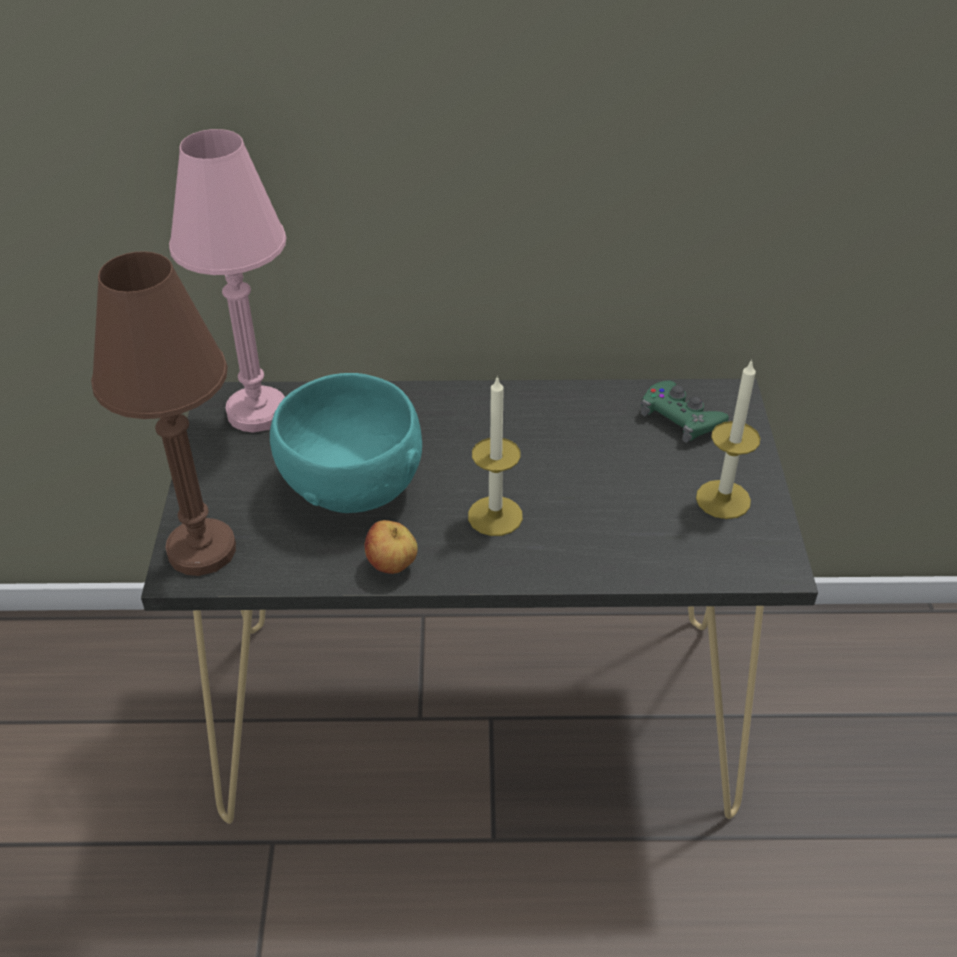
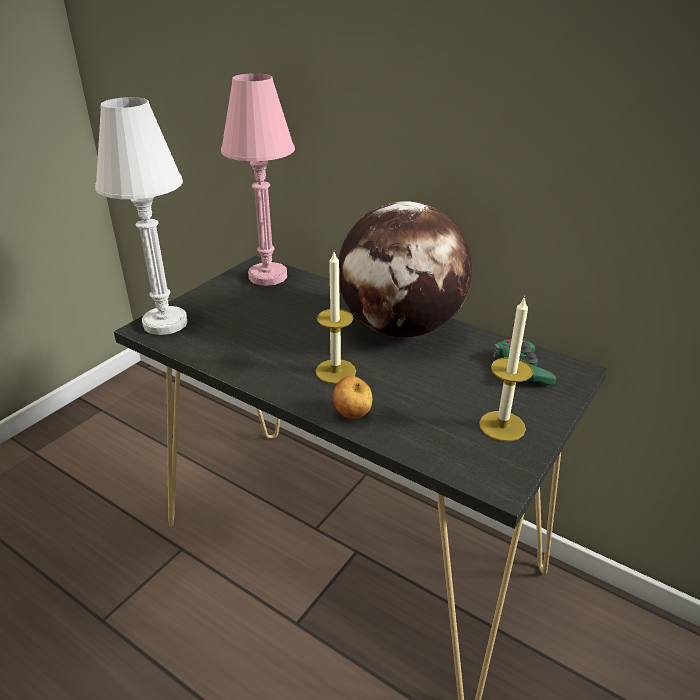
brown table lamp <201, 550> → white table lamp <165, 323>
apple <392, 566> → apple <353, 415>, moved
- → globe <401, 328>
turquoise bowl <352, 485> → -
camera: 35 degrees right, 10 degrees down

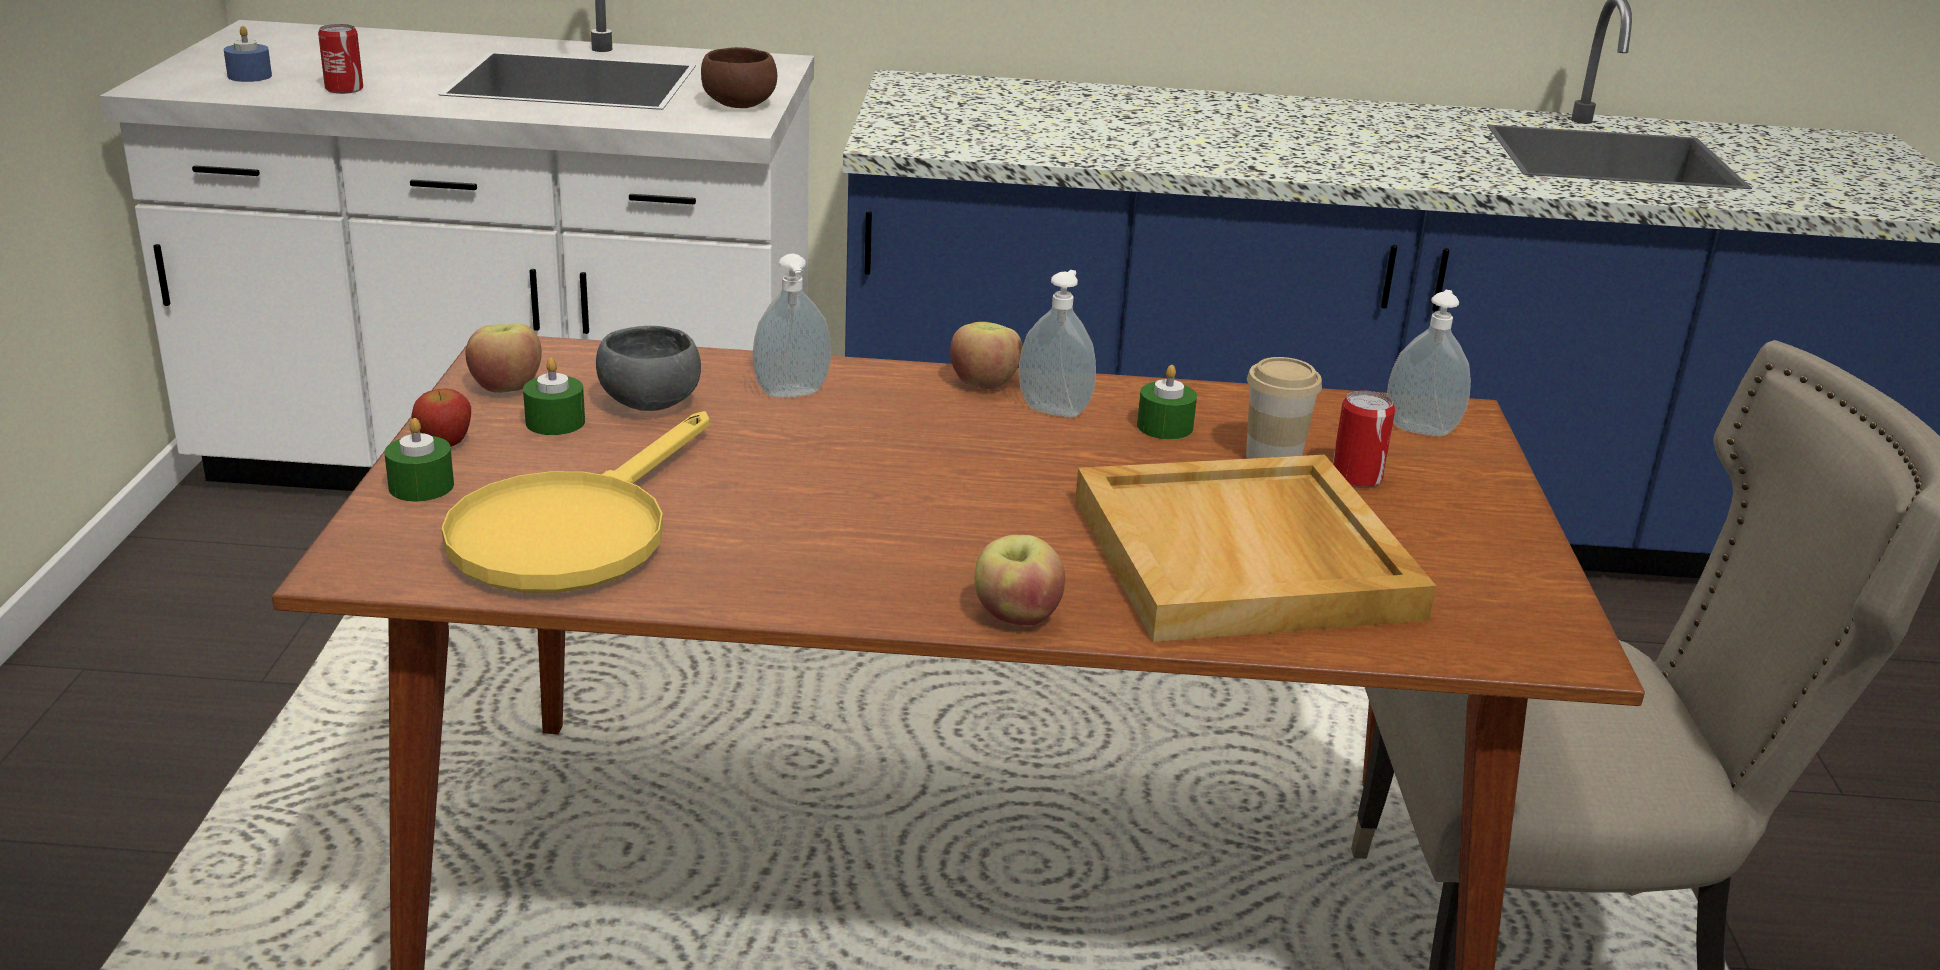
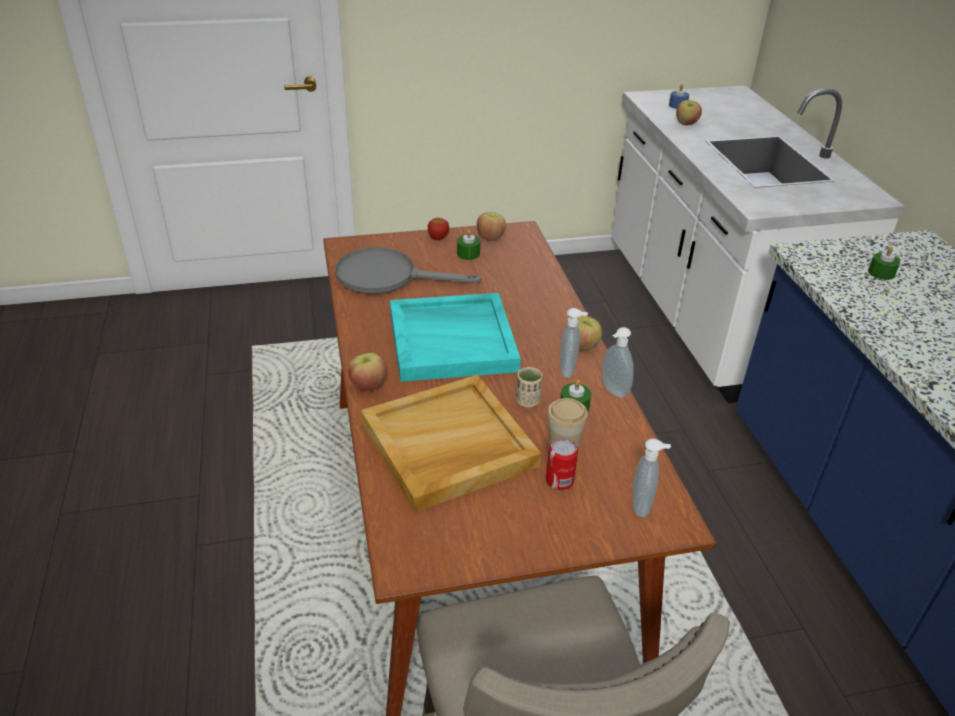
yellow frying pan <574, 530> → grey frying pan <387, 277>
- → turquoise tray <453, 340>
- → beige cup <527, 401>
soap dispenser <792, 395> → soap dispenser <612, 391>, moved
can <344, 89> → apple <686, 123>
green candle <421, 486> → green candle <881, 273>, moved
grey bowl <649, 405> → -
brown bowl <738, 104> → -
camera: 75 degrees right, 10 degrees up

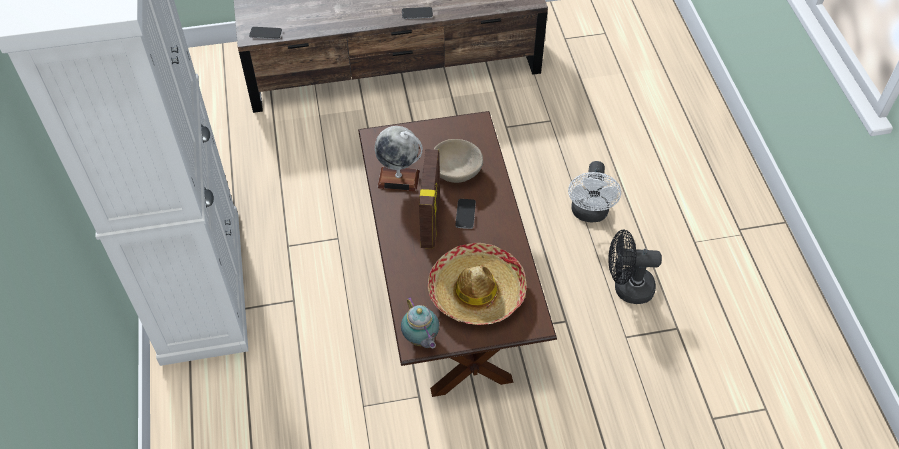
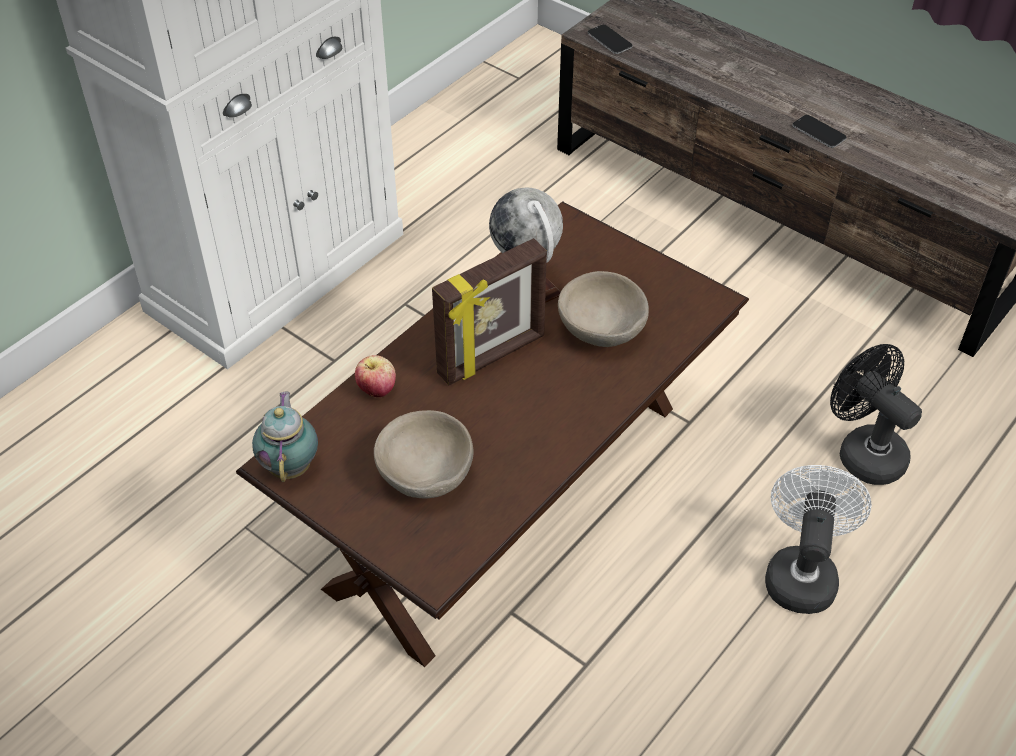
teapot <421, 339> → teapot <291, 465>, 150 degrees clockwise
- → apple <377, 390>
hat <477, 291> → beige bowl <424, 475>
white fan <589, 214> → white fan <801, 573>, 135 degrees clockwise
black fan <626, 287> → black fan <863, 451>, moved
phone <465, 214> → -
camera: 50 degrees right, 5 degrees down

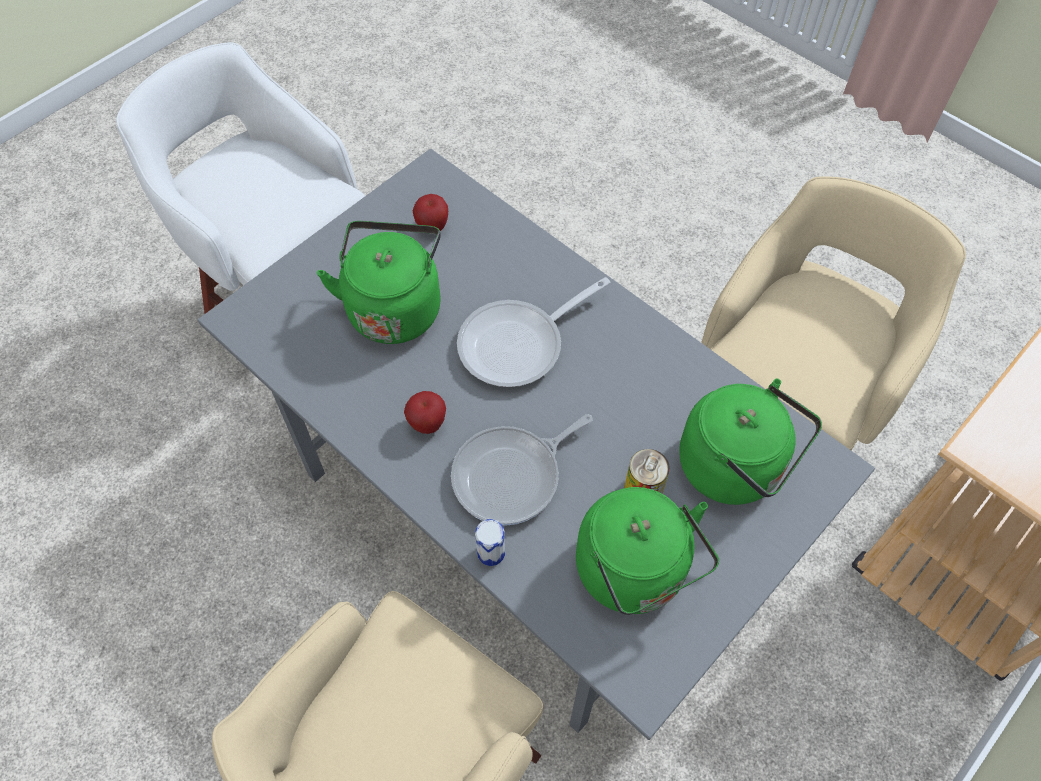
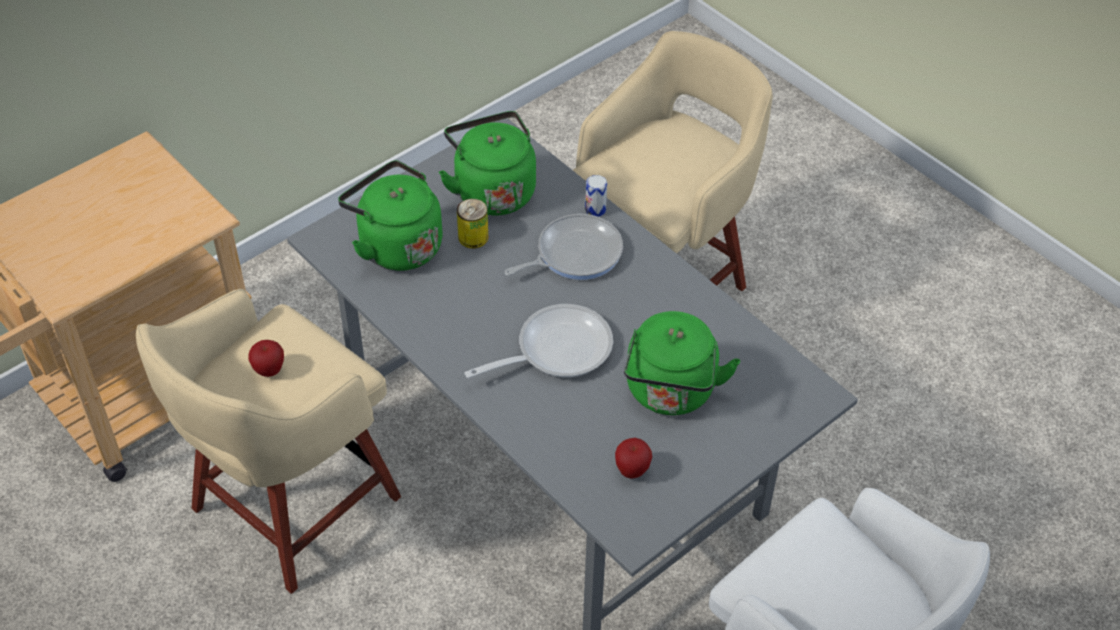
apple <427, 424> → apple <269, 370>, moved
camera: 175 degrees left, 10 degrees down

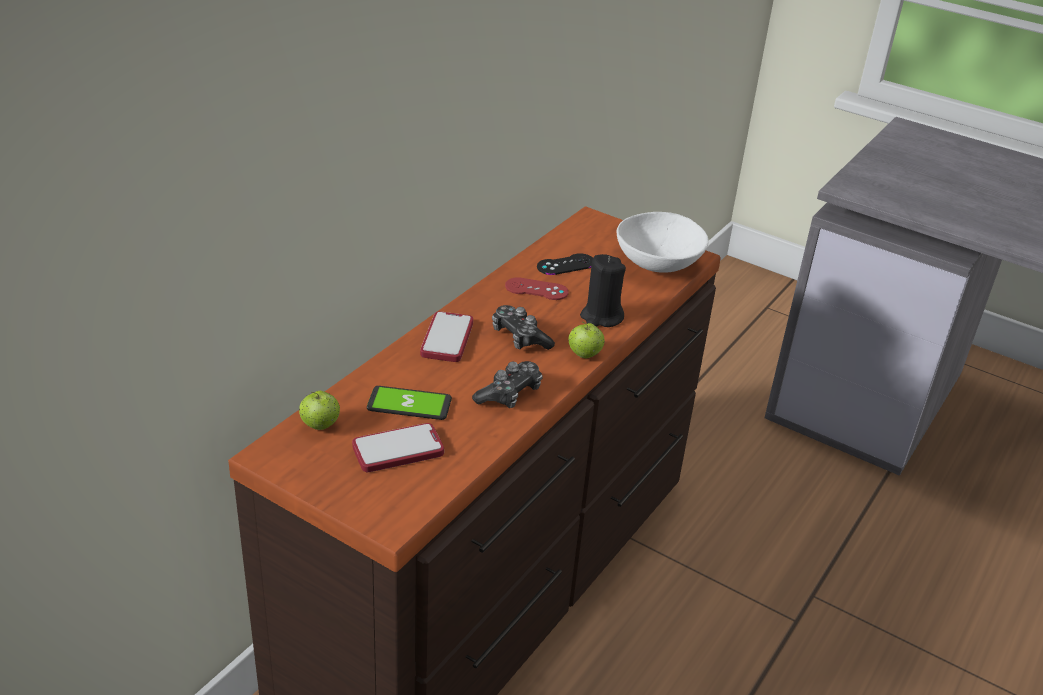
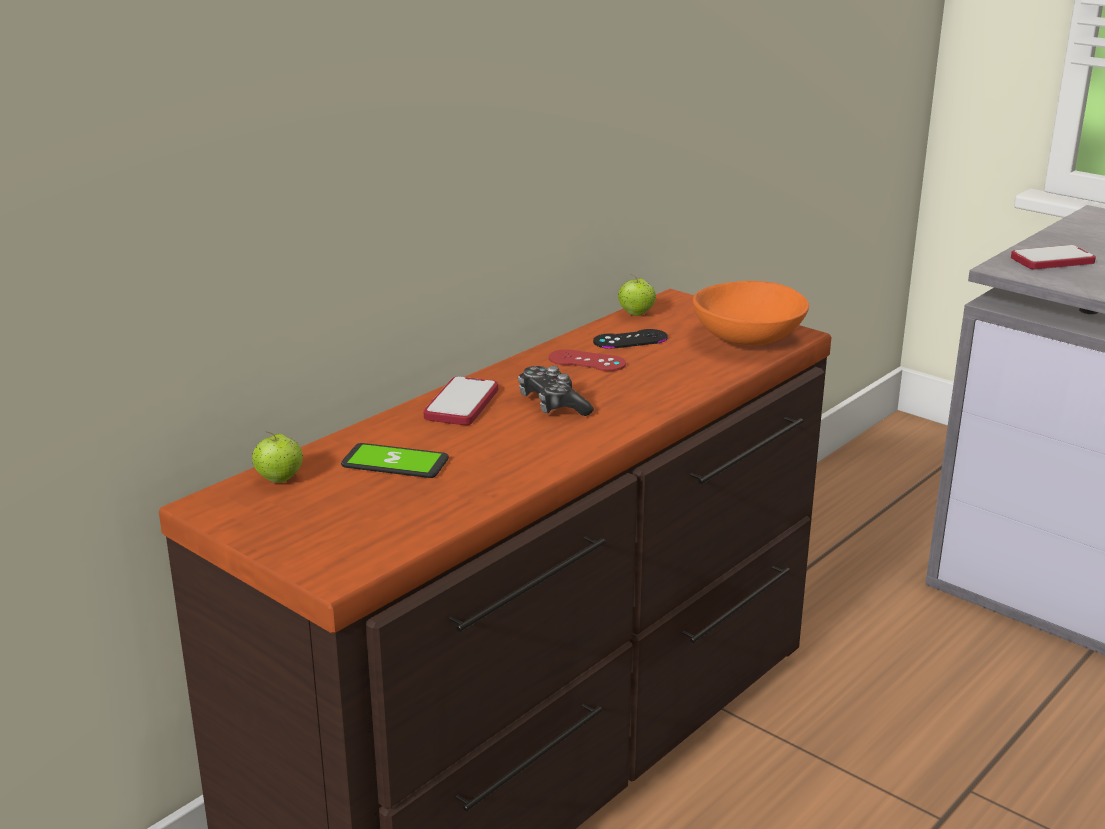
apple <584, 355> → apple <636, 314>, moved
white bowl <657, 263> → orange bowl <747, 339>
phone <398, 450> → phone <1052, 260>, moved
game controller <509, 394> → -
black candle <601, 317> → -
camera: 10 degrees right, 10 degrees down

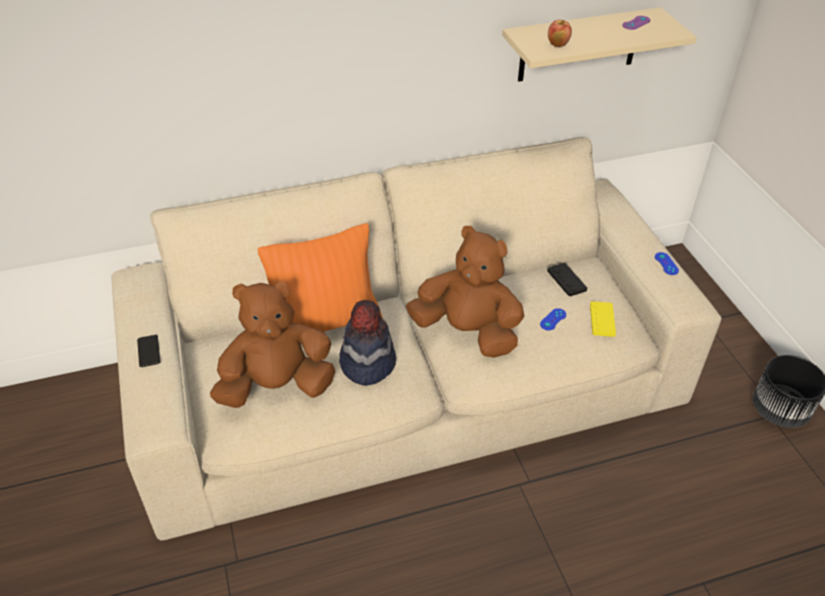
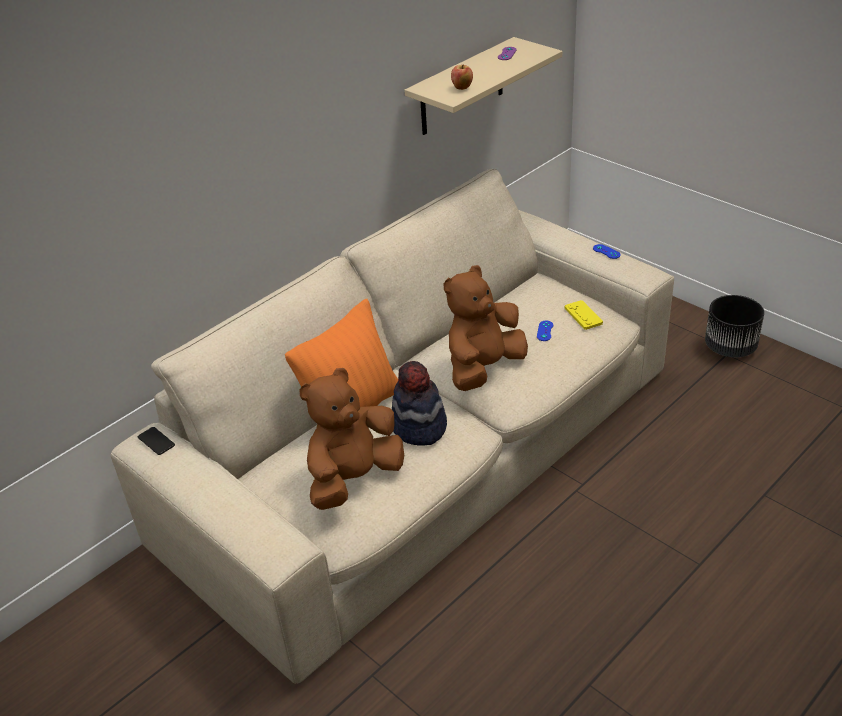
phone <148, 351> → phone <156, 441>, moved
brown plush toy <467, 332> → brown plush toy <483, 368>, 45 degrees counterclockwise
black game controller <566, 280> → -
camera: 25 degrees left, 5 degrees down

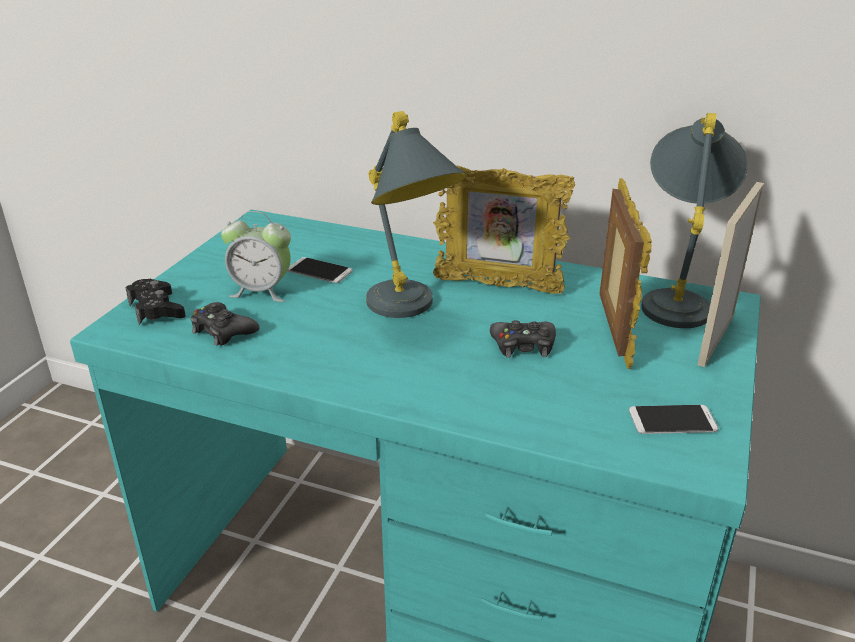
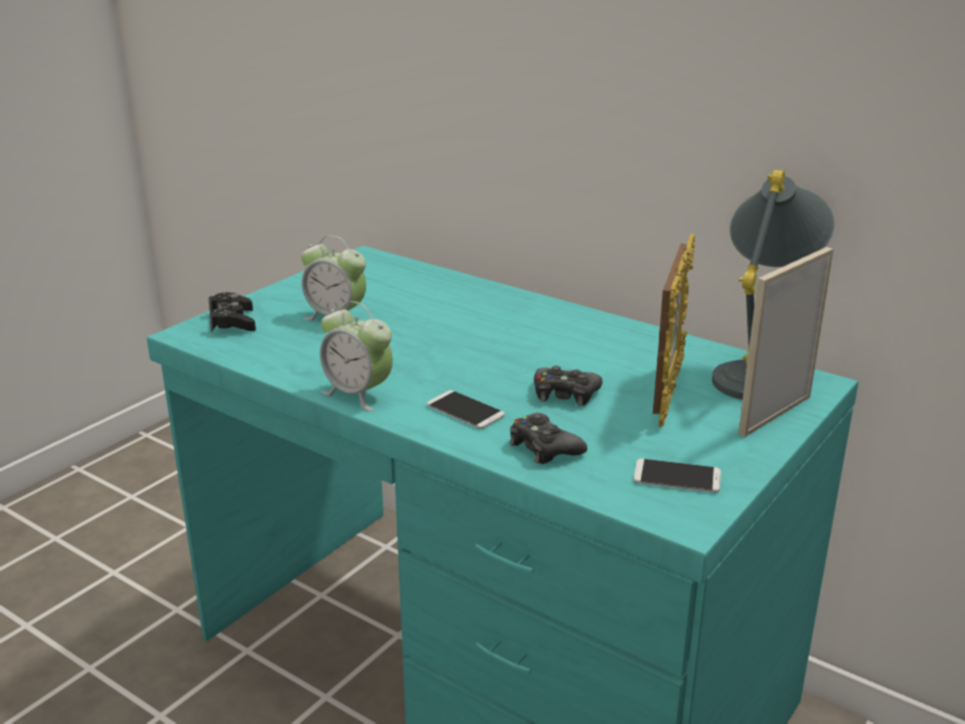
- → alarm clock <358, 394>
phone <319, 271> → phone <465, 410>, moved
black game controller <223, 331> → black game controller <544, 448>, moved
grey table lamp <410, 312> → -
picture frame <497, 286> → -
camera: 15 degrees right, 5 degrees down

